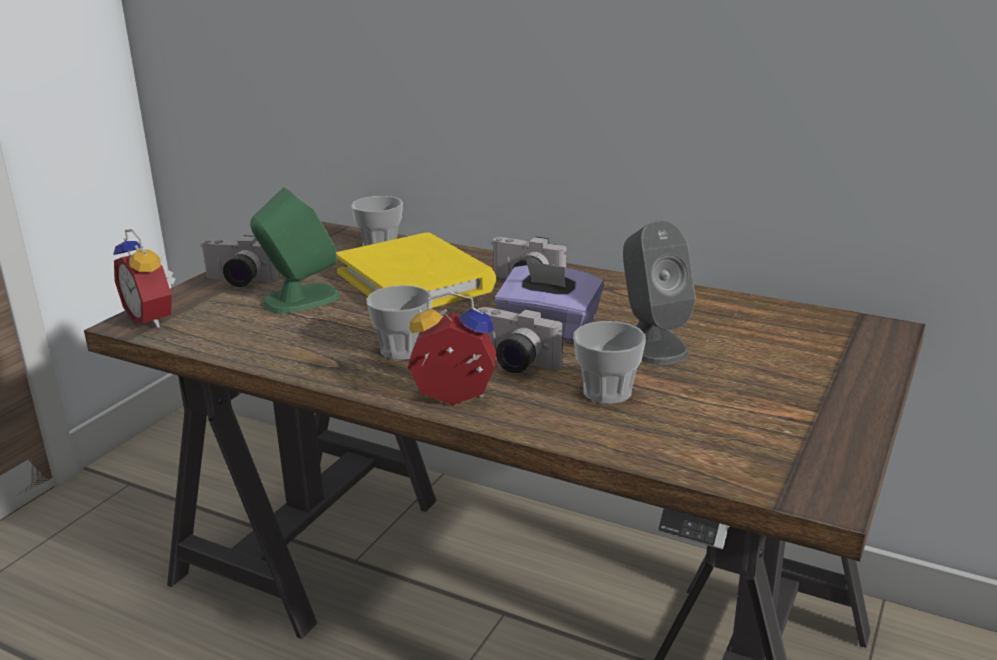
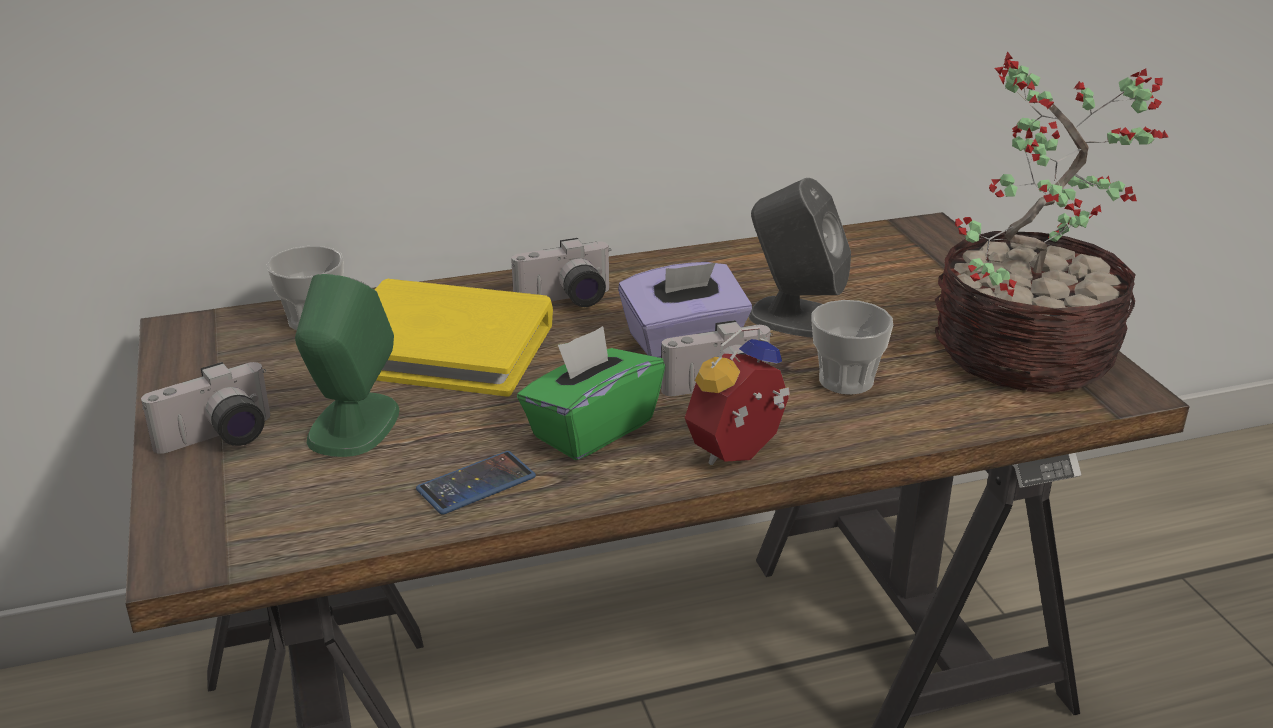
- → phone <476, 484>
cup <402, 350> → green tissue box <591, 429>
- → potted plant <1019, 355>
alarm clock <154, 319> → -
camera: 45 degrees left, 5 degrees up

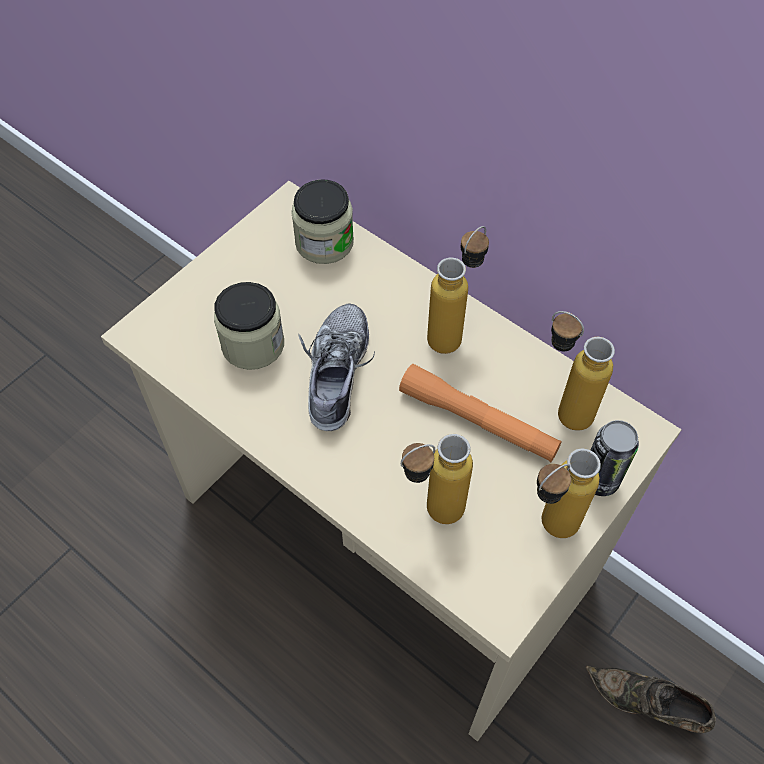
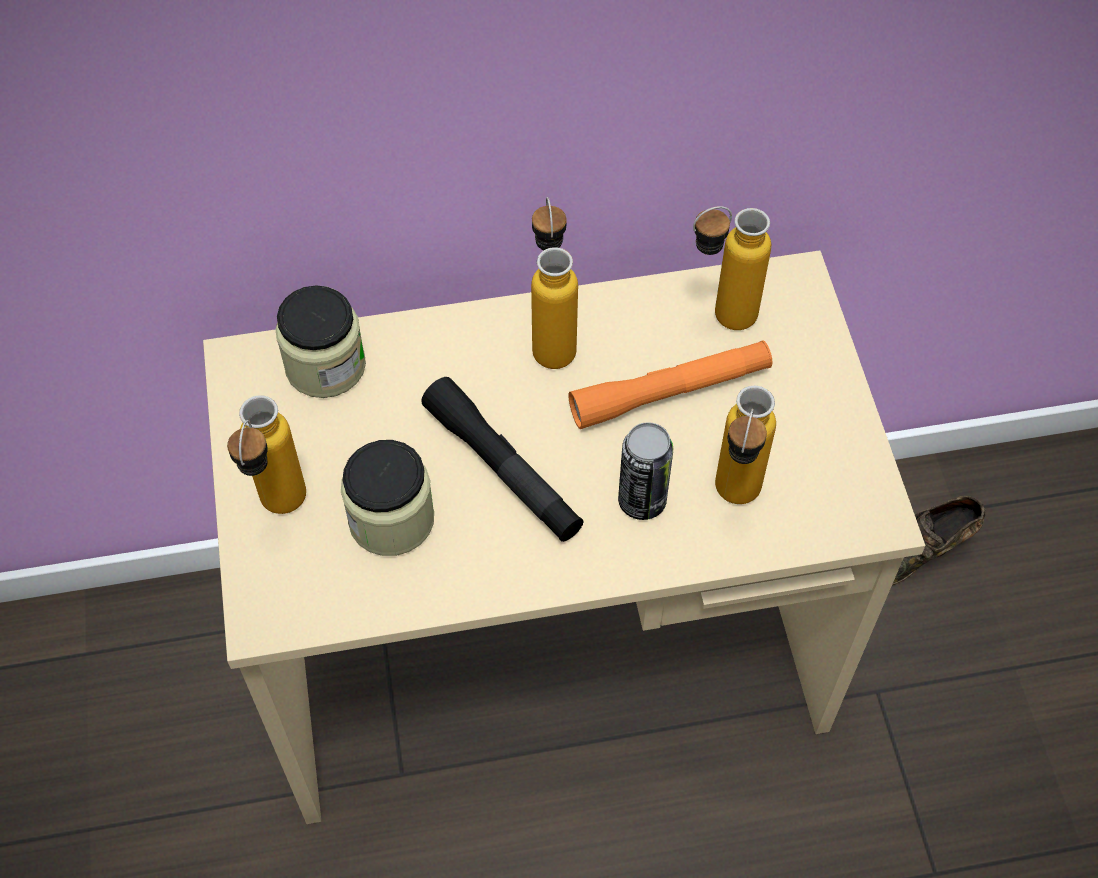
bottle <547, 530> → bottle <279, 513>, moved
shoe <337, 373> → black flashlight <502, 469>
can <599, 480> → can <642, 501>, moved
camera: 50 degrees left, 0 degrees up

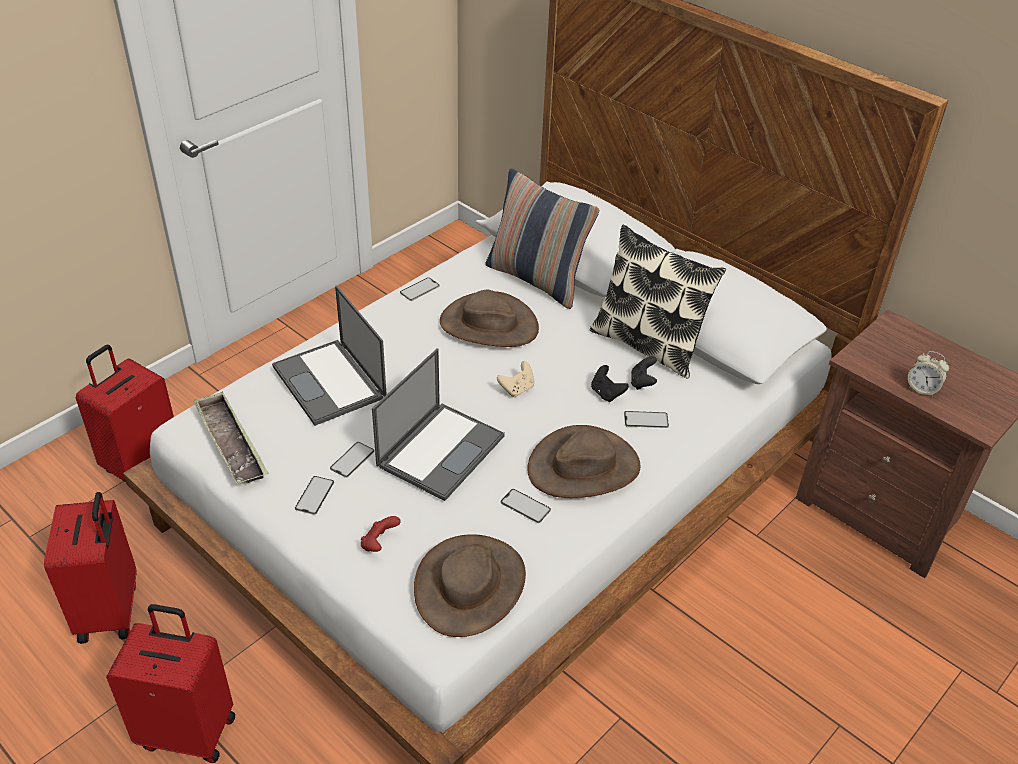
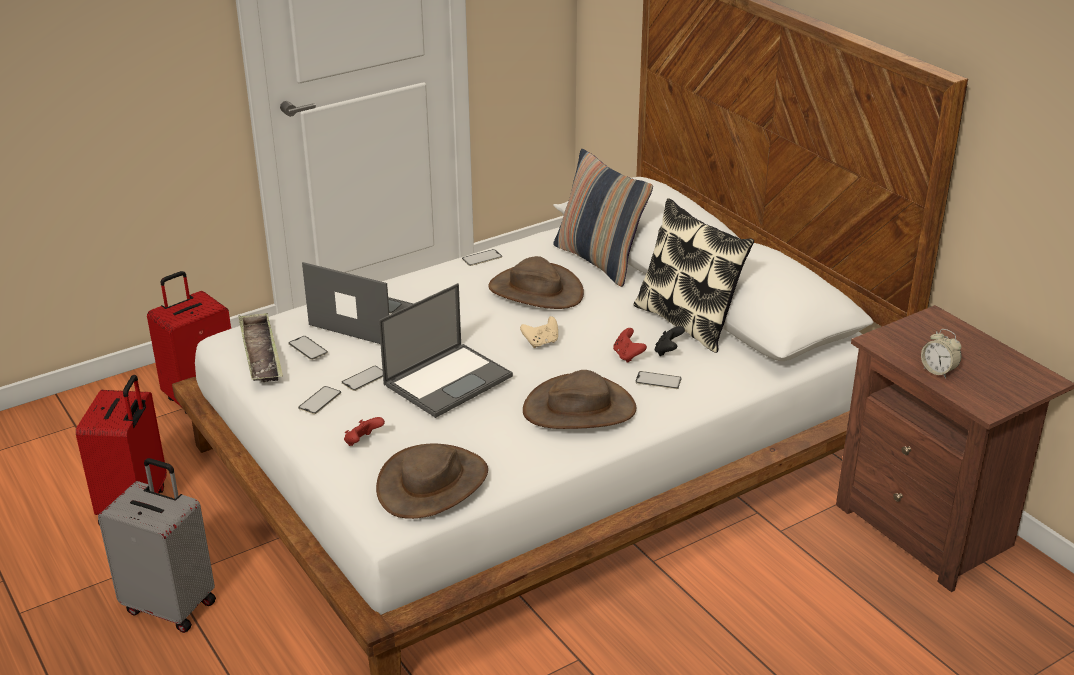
red suitcase <189, 730> → grey suitcase <171, 605>
phone <525, 506> → phone <308, 348>, moved
laptop <330, 382> → laptop <367, 318>, 135 degrees clockwise
black game controller <606, 393> → red game controller <628, 356>
camera: 15 degrees right, 10 degrees down

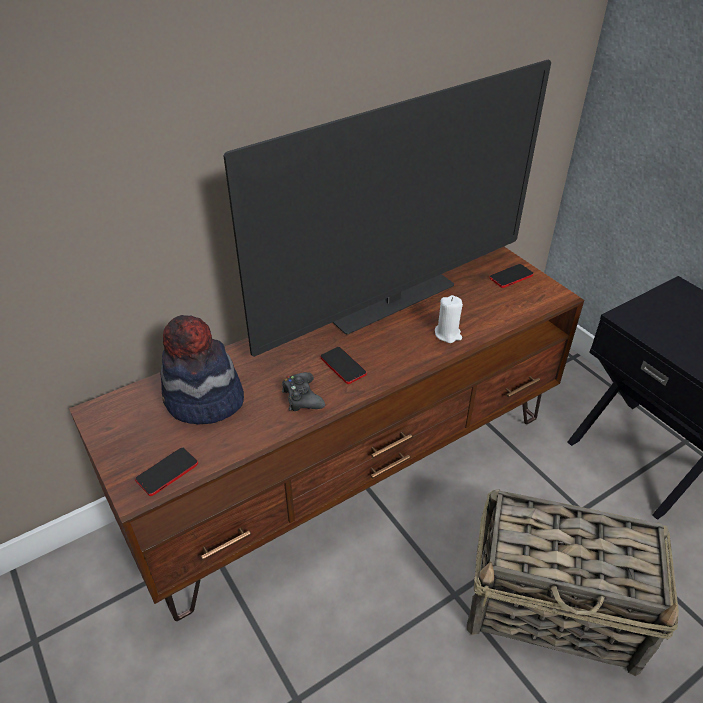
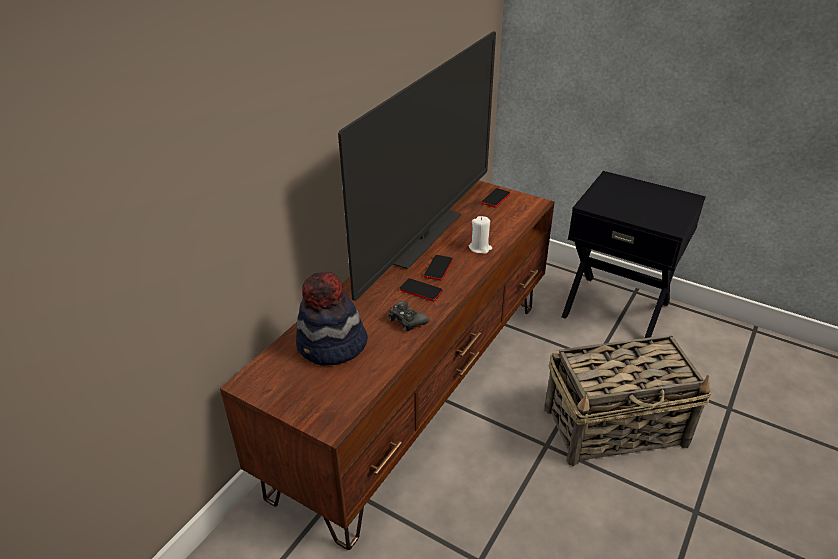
phone <167, 472> → phone <438, 268>, moved
camera: 25 degrees left, 5 degrees down

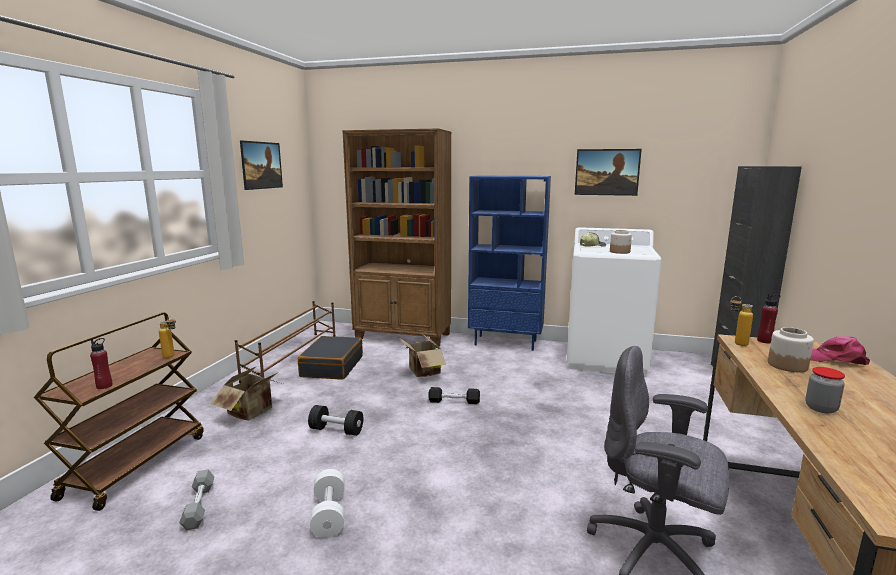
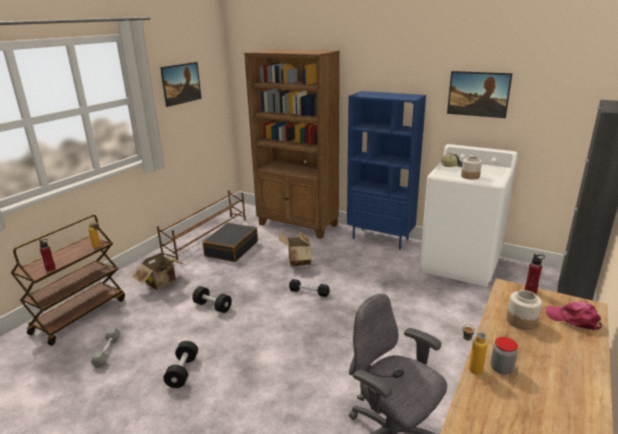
white dumbbell <329, 514> → black dumbbell <182, 371>
bottle <736, 344> → bottle <469, 369>, moved
camera: 15 degrees right, 10 degrees up

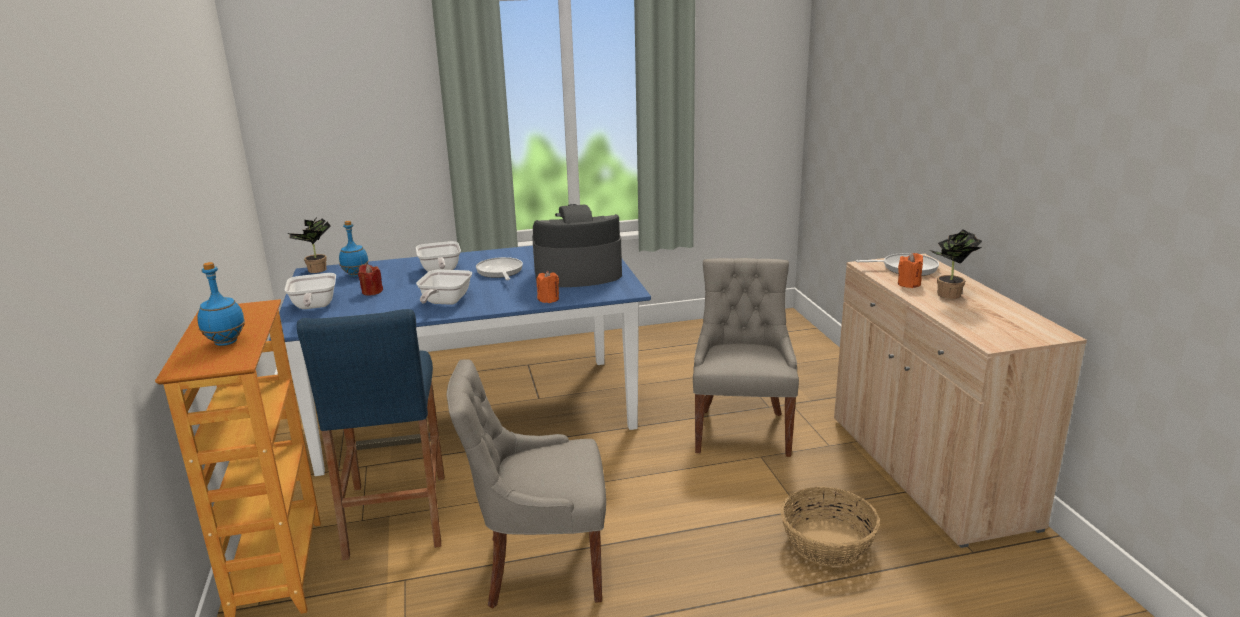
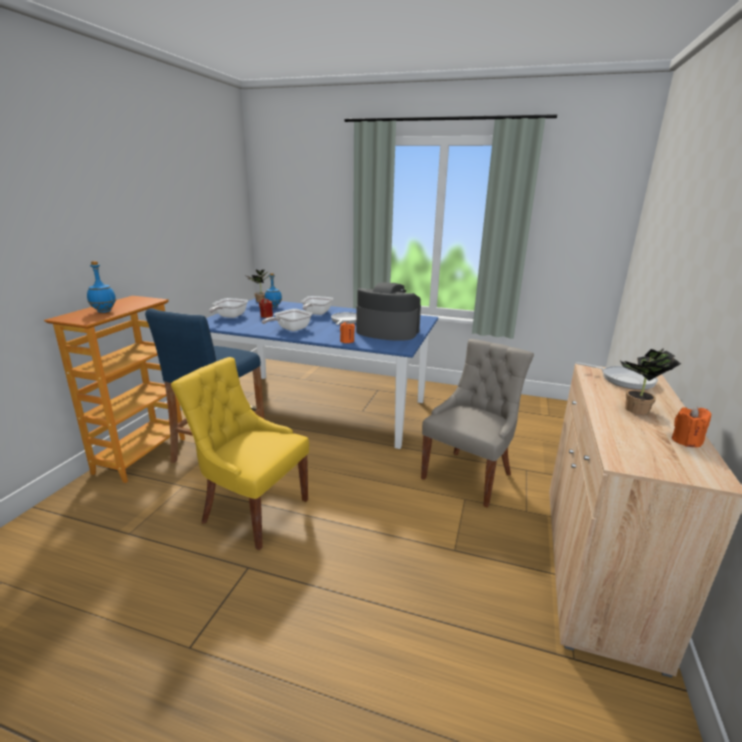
grey chair <540, 566> → yellow chair <253, 511>
orange candle <909, 284> → orange candle <686, 441>, moved
basket <826, 542> → -
camera: 30 degrees right, 0 degrees up

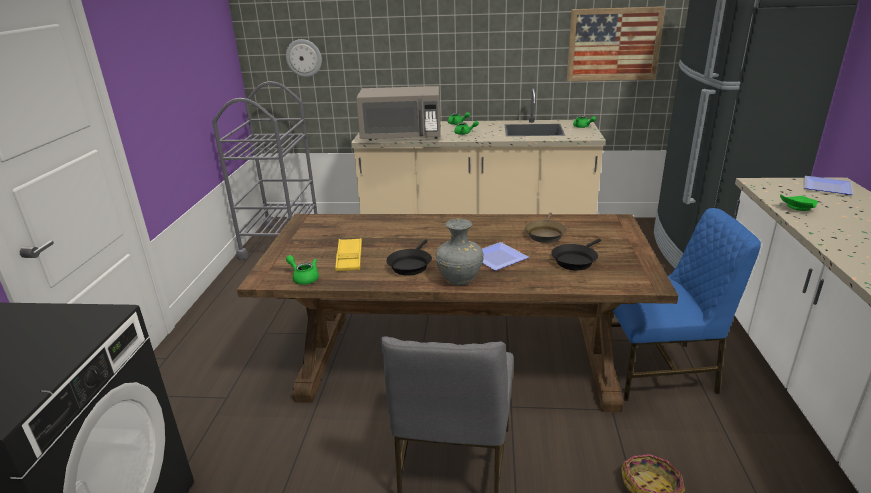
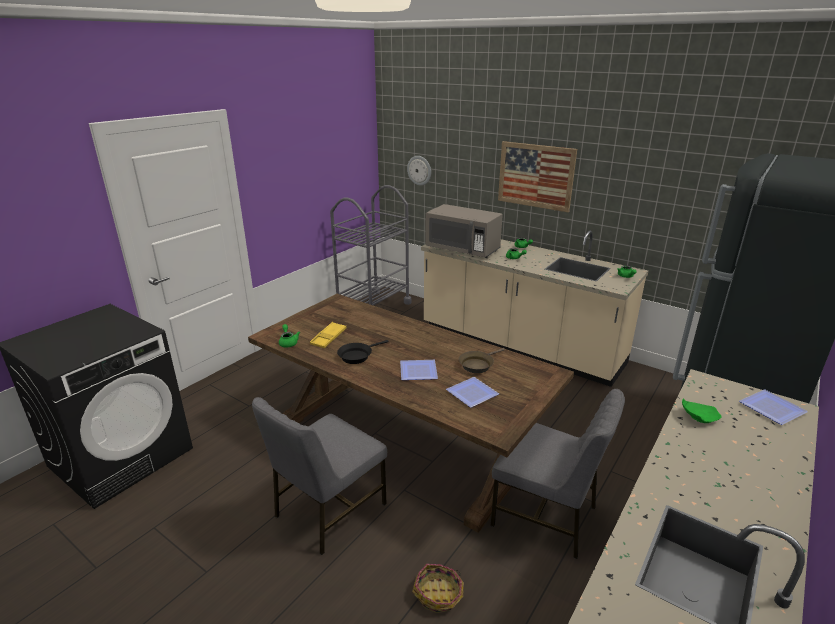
black frying pan <575, 260> → plate <470, 393>
blue chair <658, 370> → grey chair <546, 516>
picture <613, 44> → picture <535, 176>, moved
grey vase <460, 279> → -
camera: 30 degrees right, 0 degrees up

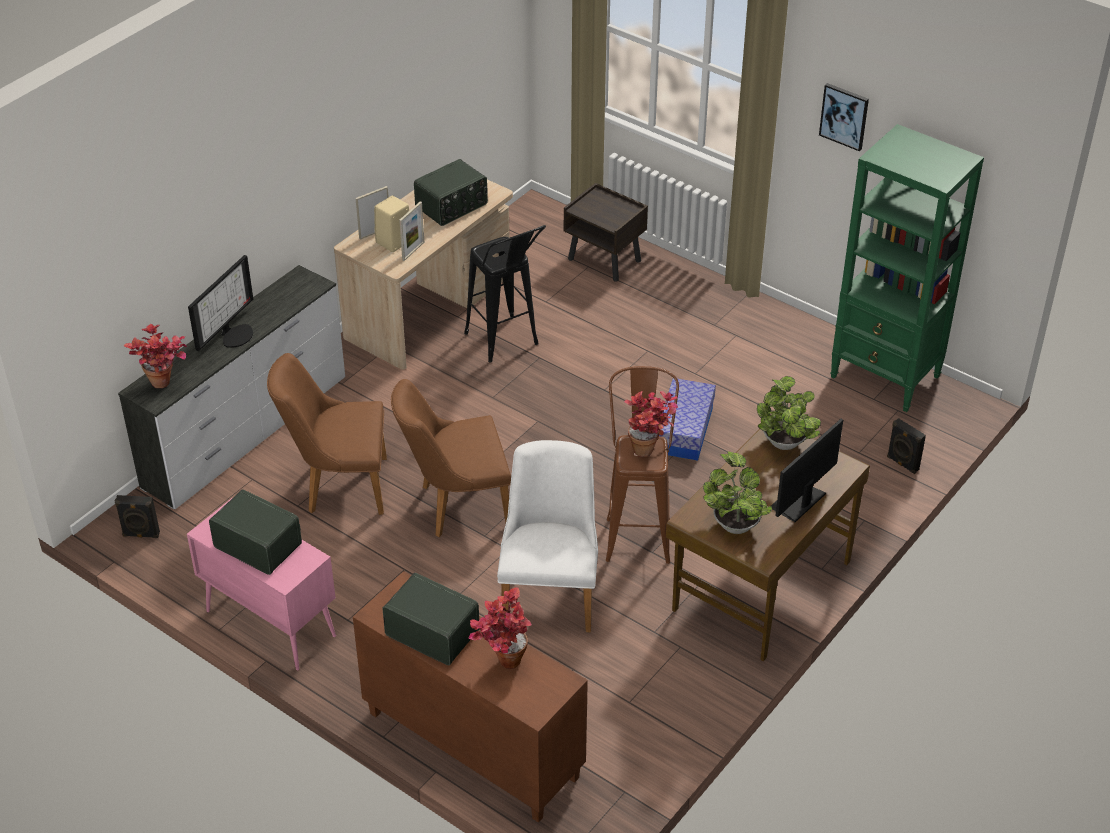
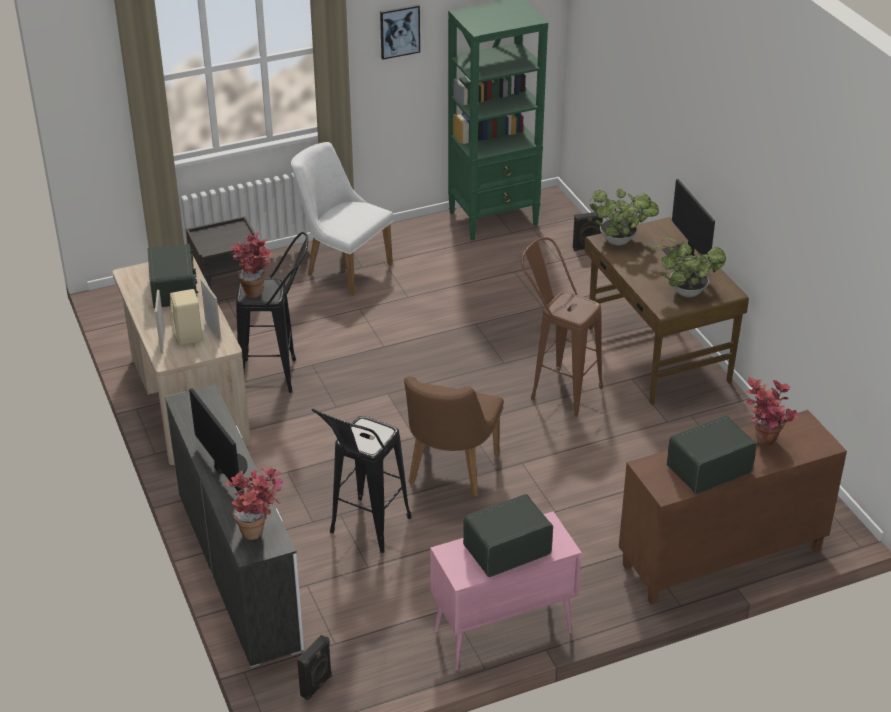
potted plant <650, 450> → potted plant <255, 290>, moved
white chair <550, 592> → white chair <342, 267>, moved
brown chair <338, 485> → black stool <364, 533>
storage box <684, 430> → -
camera: 60 degrees left, 5 degrees down

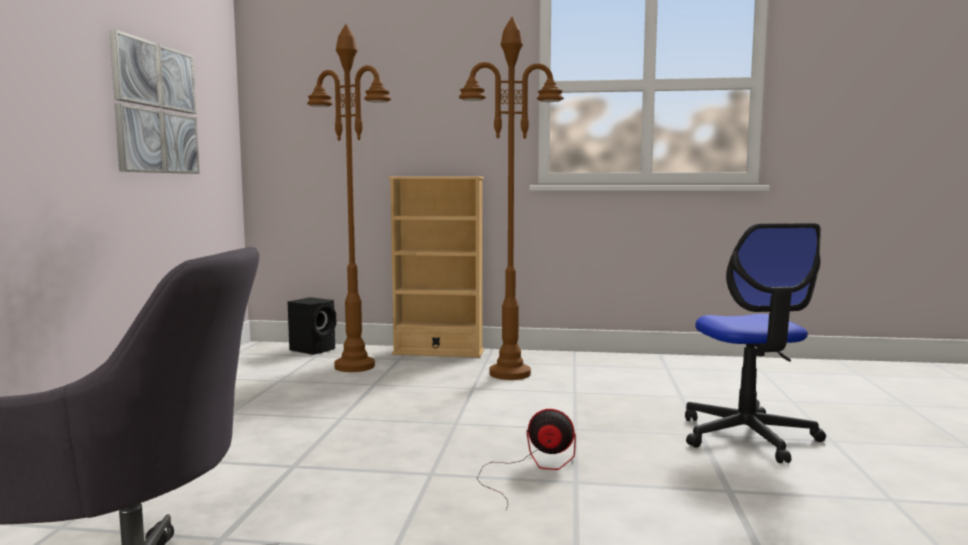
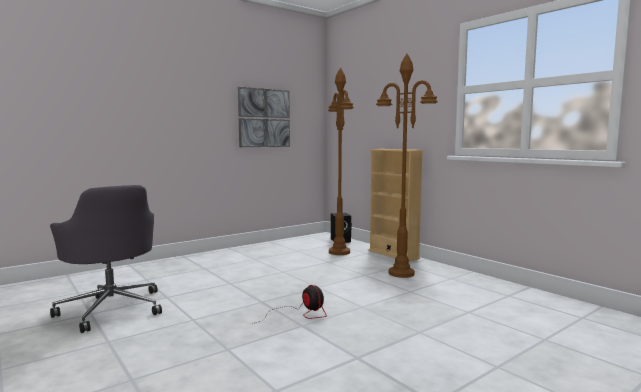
office chair <747, 436> → -
camera: 45 degrees right, 0 degrees up

